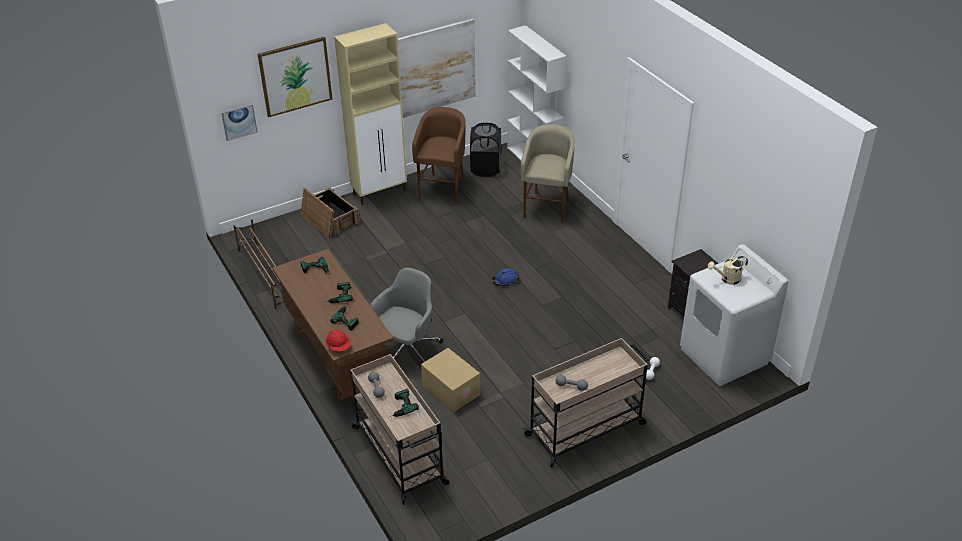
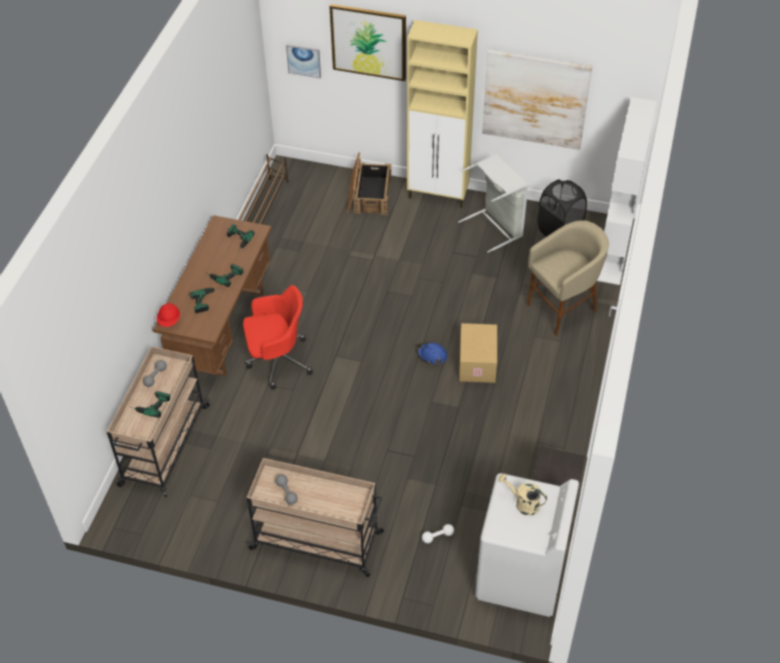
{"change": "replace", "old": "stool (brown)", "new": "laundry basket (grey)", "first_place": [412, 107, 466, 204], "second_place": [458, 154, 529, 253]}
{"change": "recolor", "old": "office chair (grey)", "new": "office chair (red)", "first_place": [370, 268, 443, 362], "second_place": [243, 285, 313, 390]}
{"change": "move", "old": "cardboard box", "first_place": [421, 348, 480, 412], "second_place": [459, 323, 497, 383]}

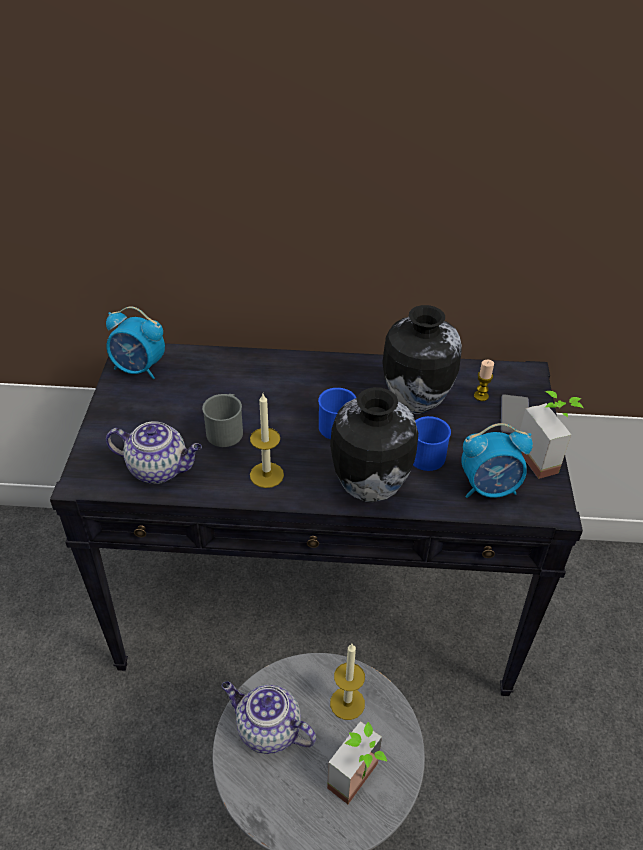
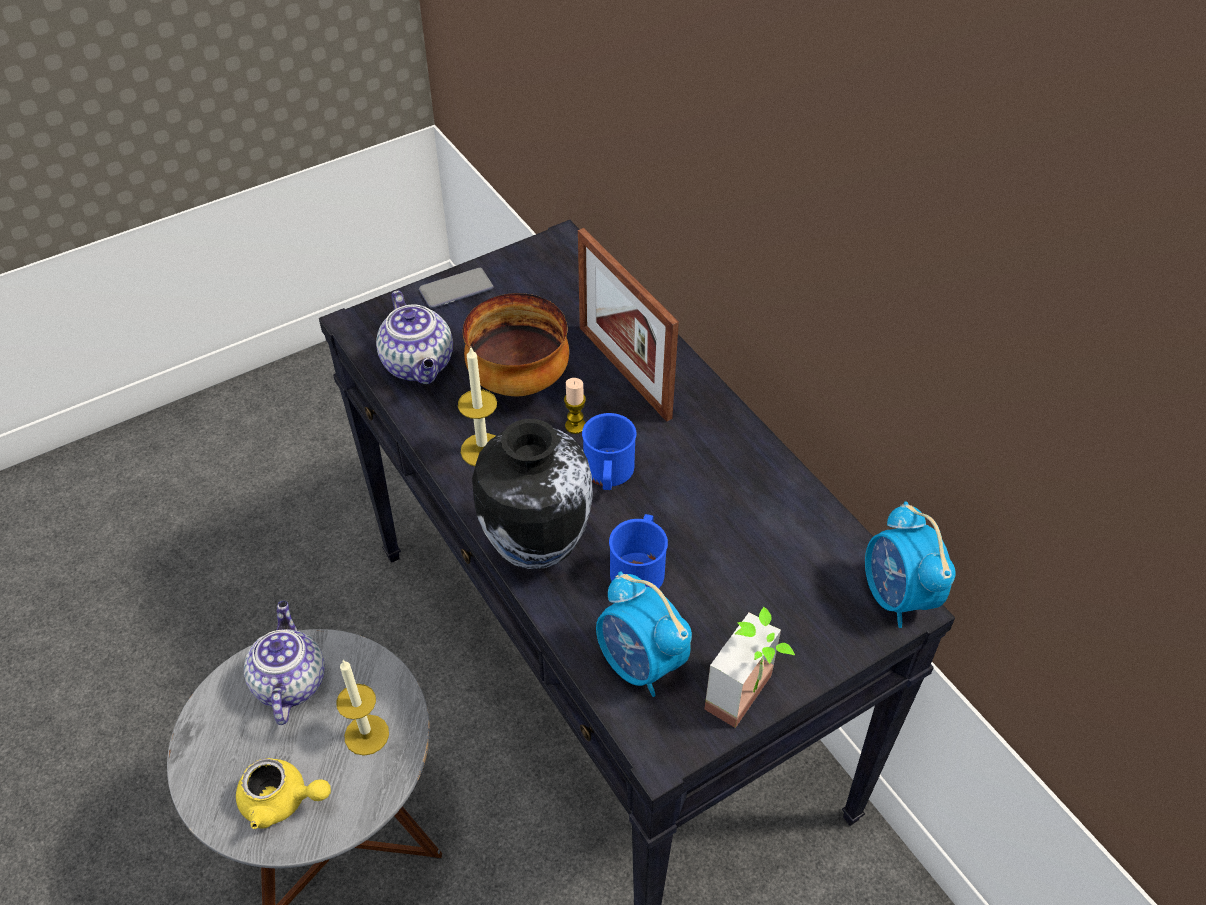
{"change": "delete", "old": "vase", "first_place": [382, 305, 462, 414]}
{"change": "move", "old": "alarm clock", "first_place": [106, 306, 165, 379], "second_place": [865, 502, 956, 628]}
{"change": "move", "old": "candle", "first_place": [474, 360, 494, 401], "second_place": [564, 378, 586, 434]}
{"change": "replace", "old": "mug (grey)", "new": "bowl", "first_place": [202, 394, 243, 447], "second_place": [463, 293, 569, 396]}
{"change": "move", "old": "phone", "first_place": [501, 394, 529, 434], "second_place": [419, 268, 494, 308]}
{"change": "replace", "old": "potted plant", "new": "teapot (yellow)", "first_place": [327, 721, 388, 804], "second_place": [236, 758, 331, 829]}
{"change": "insert", "new": "picture frame", "second_place": [578, 228, 679, 422]}

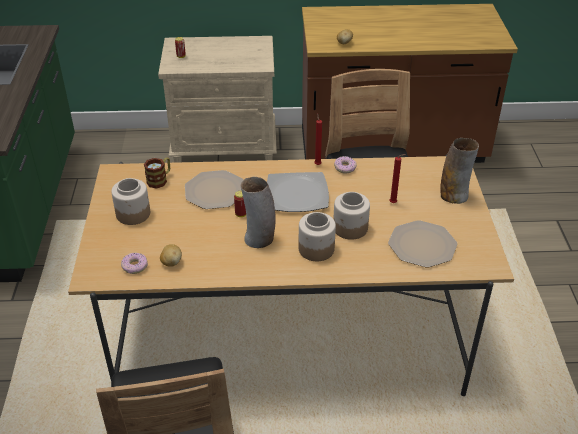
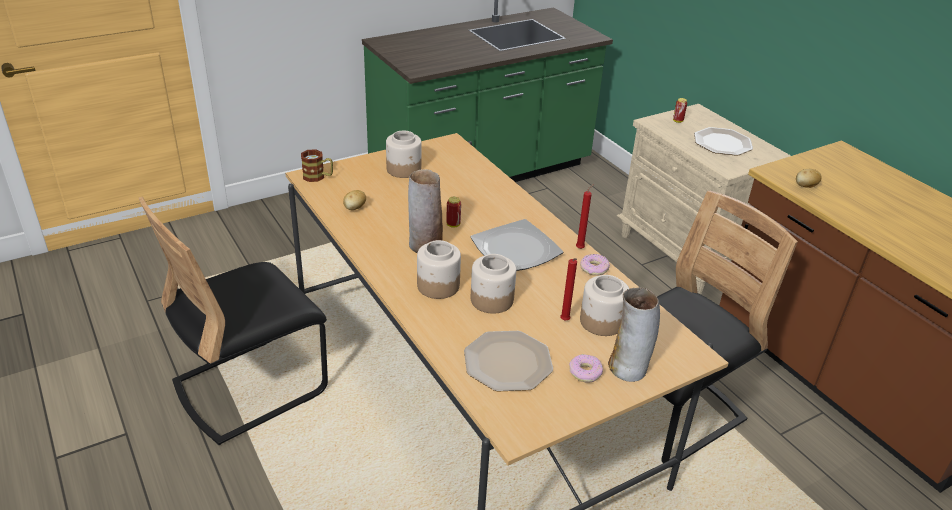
{"change": "move", "old": "mug", "first_place": [144, 157, 170, 189], "second_place": [301, 149, 333, 182]}
{"change": "move", "old": "plate", "first_place": [185, 170, 243, 209], "second_place": [694, 127, 753, 156]}
{"change": "move", "old": "donut", "first_place": [121, 253, 148, 274], "second_place": [569, 354, 603, 383]}
{"change": "insert", "new": "jar", "second_place": [580, 275, 629, 336]}

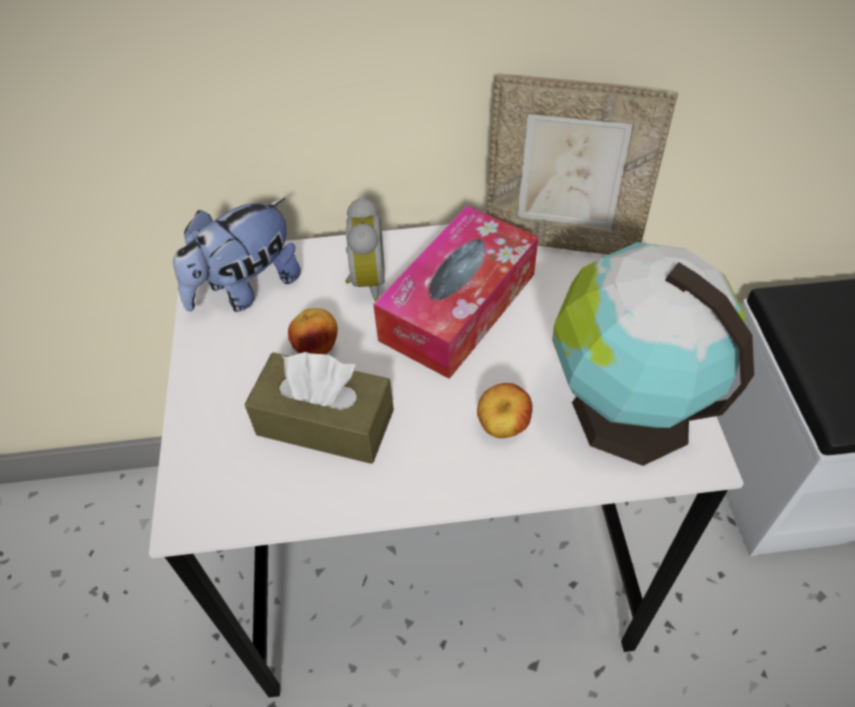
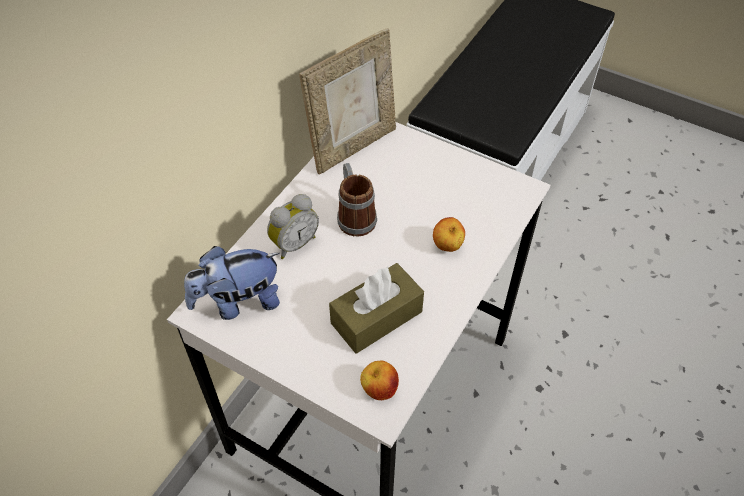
{"change": "rotate", "old": "alarm clock", "first_place": [345, 197, 385, 302], "second_place": [267, 194, 319, 259], "degrees": 105}
{"change": "rotate", "old": "plush toy", "first_place": [173, 198, 301, 312], "second_place": [184, 246, 280, 320], "degrees": 75}
{"change": "replace", "old": "tissue box", "new": "mug", "first_place": [373, 206, 538, 379], "second_place": [337, 163, 377, 237]}
{"change": "delete", "old": "globe", "first_place": [552, 242, 754, 466]}
{"change": "move", "old": "apple", "first_place": [288, 308, 338, 355], "second_place": [360, 361, 399, 400]}

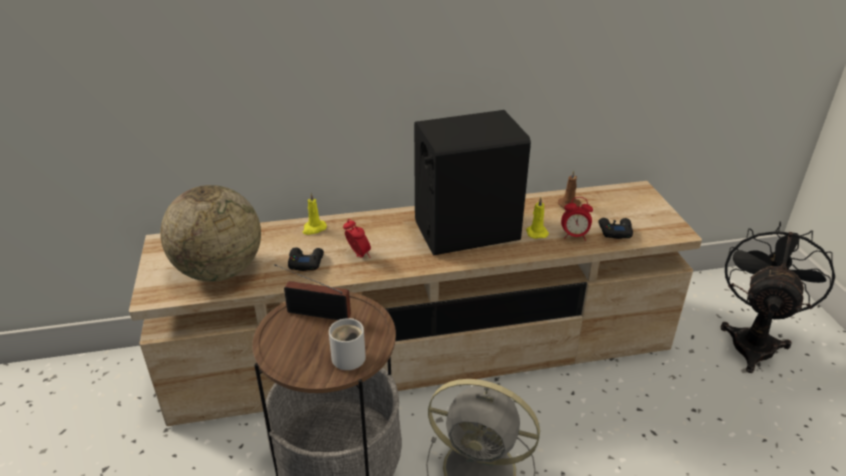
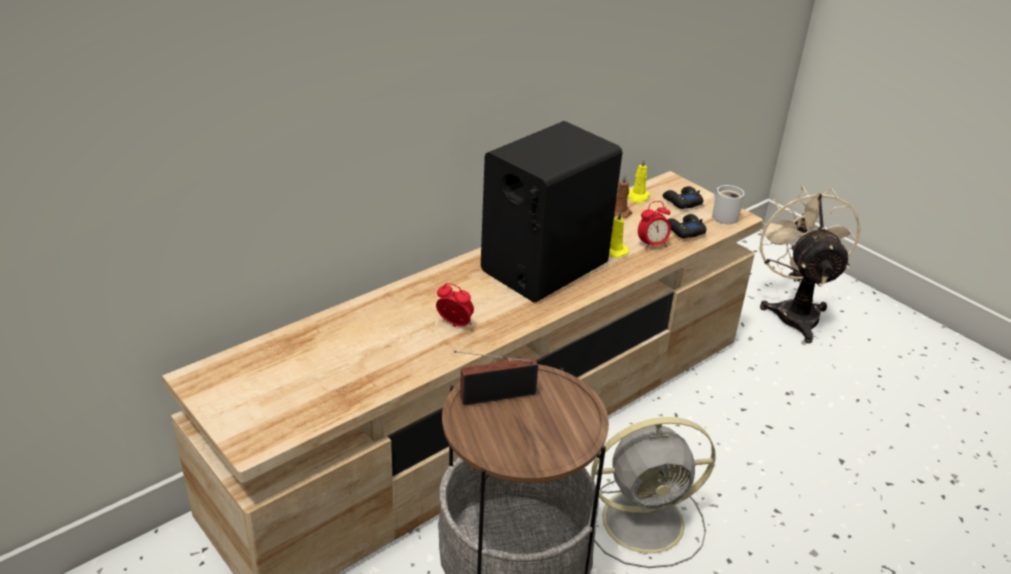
{"change": "delete", "old": "globe", "first_place": [160, 185, 261, 282]}
{"change": "move", "old": "candle (yellow)", "first_place": [302, 193, 327, 235], "second_place": [628, 158, 650, 204]}
{"change": "recolor", "old": "fan (black)", "new": "fan (beige)", "first_place": [721, 221, 835, 373], "second_place": [758, 186, 861, 343]}
{"change": "move", "old": "game controller (black)", "first_place": [288, 247, 324, 271], "second_place": [663, 186, 703, 209]}
{"change": "move", "old": "mug (white)", "first_place": [329, 318, 366, 370], "second_place": [712, 185, 744, 224]}

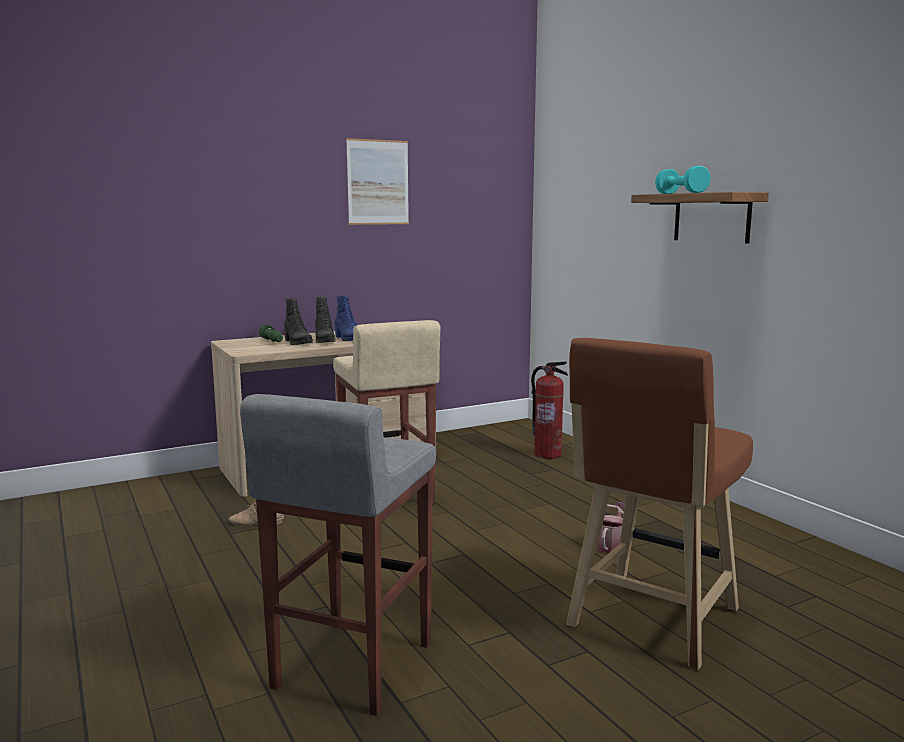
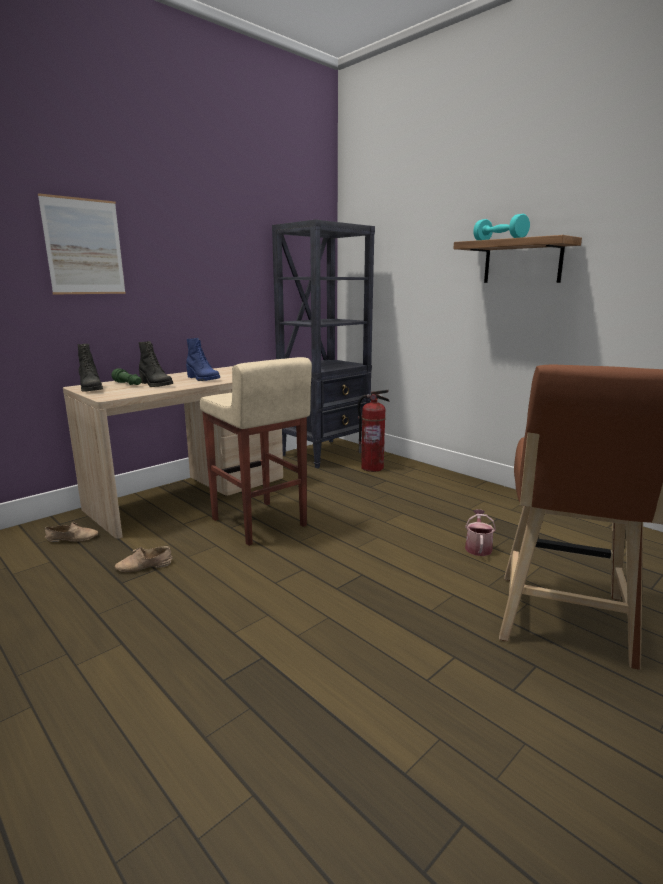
{"change": "move", "old": "picture", "first_place": [346, 138, 409, 225], "second_place": [38, 193, 126, 295]}
{"change": "move", "old": "boot (black)", "first_place": [315, 297, 335, 343], "second_place": [77, 344, 103, 392]}
{"change": "delete", "old": "stool (grey)", "first_place": [240, 394, 436, 716]}
{"change": "insert", "new": "bookcase (black)", "second_place": [272, 220, 375, 468]}
{"change": "insert", "new": "shoe (beige)", "second_place": [45, 522, 98, 542]}

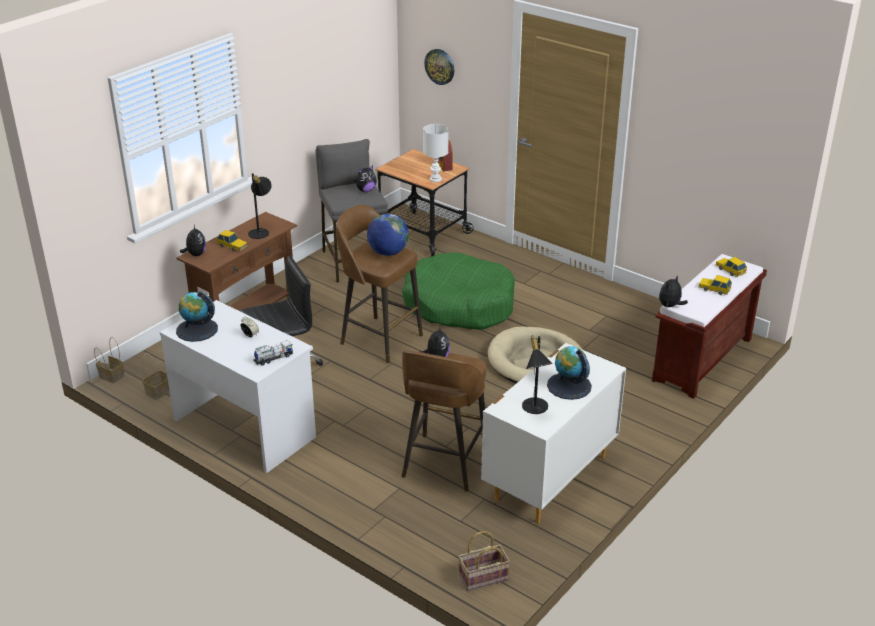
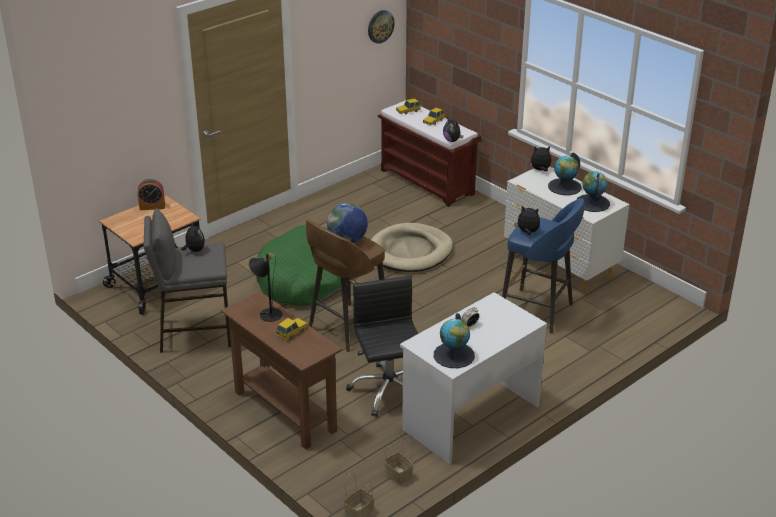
{"change": "move", "old": "wall clock", "first_place": [424, 49, 454, 85], "second_place": [368, 10, 395, 44]}
{"change": "delete", "old": "table lamp (white)", "first_place": [423, 124, 449, 182]}
{"change": "move", "old": "plush toy", "first_place": [180, 225, 206, 256], "second_place": [530, 146, 552, 171]}
{"change": "replace", "old": "table lamp (black)", "new": "globe", "first_place": [522, 336, 553, 414], "second_place": [576, 171, 610, 212]}
{"change": "delete", "old": "toy truck", "first_place": [253, 340, 293, 366]}
{"change": "recolor", "old": "stool (brown)", "new": "stool (blue)", "first_place": [401, 350, 486, 492], "second_place": [502, 198, 584, 334]}
{"change": "delete", "old": "basket", "first_place": [458, 531, 510, 591]}

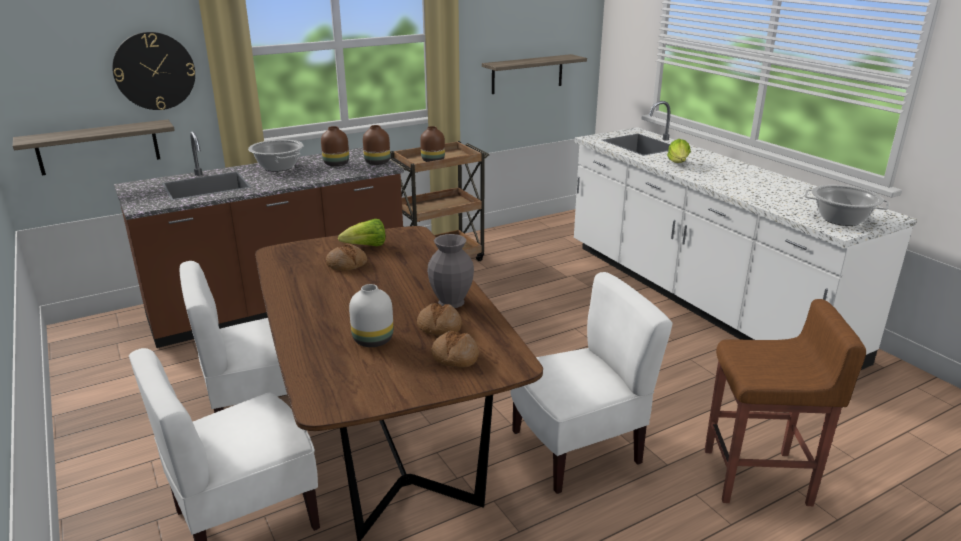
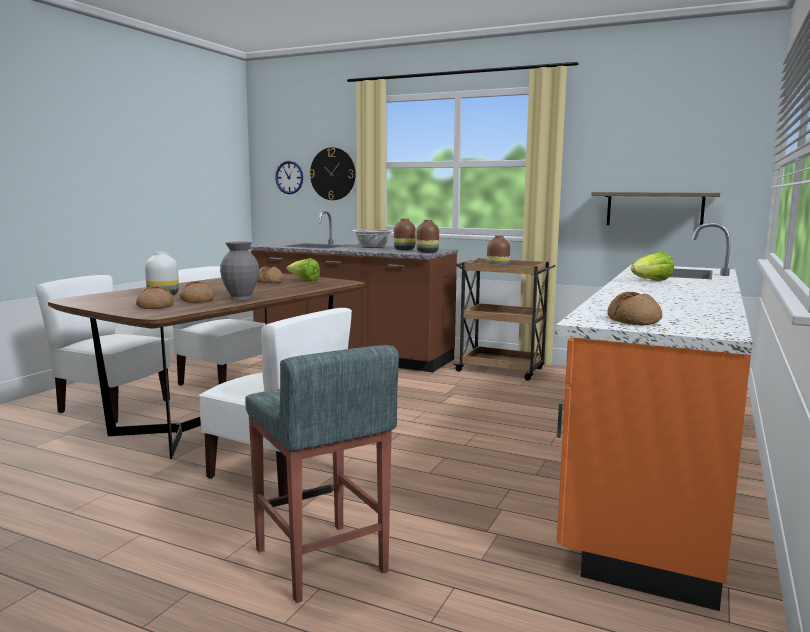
{"change": "recolor", "old": "counter (white)", "new": "counter (orange)", "first_place": [574, 101, 917, 370], "second_place": [555, 223, 752, 611]}
{"change": "delete", "old": "shelf", "first_place": [13, 119, 175, 175]}
{"change": "replace", "old": "cooking pot", "new": "bread", "first_place": [804, 185, 889, 226], "second_place": [607, 292, 662, 325]}
{"change": "recolor", "old": "stool (brown)", "new": "stool (grey)", "first_place": [705, 299, 866, 506], "second_place": [245, 345, 399, 603]}
{"change": "insert", "new": "wall clock", "second_place": [275, 161, 303, 194]}

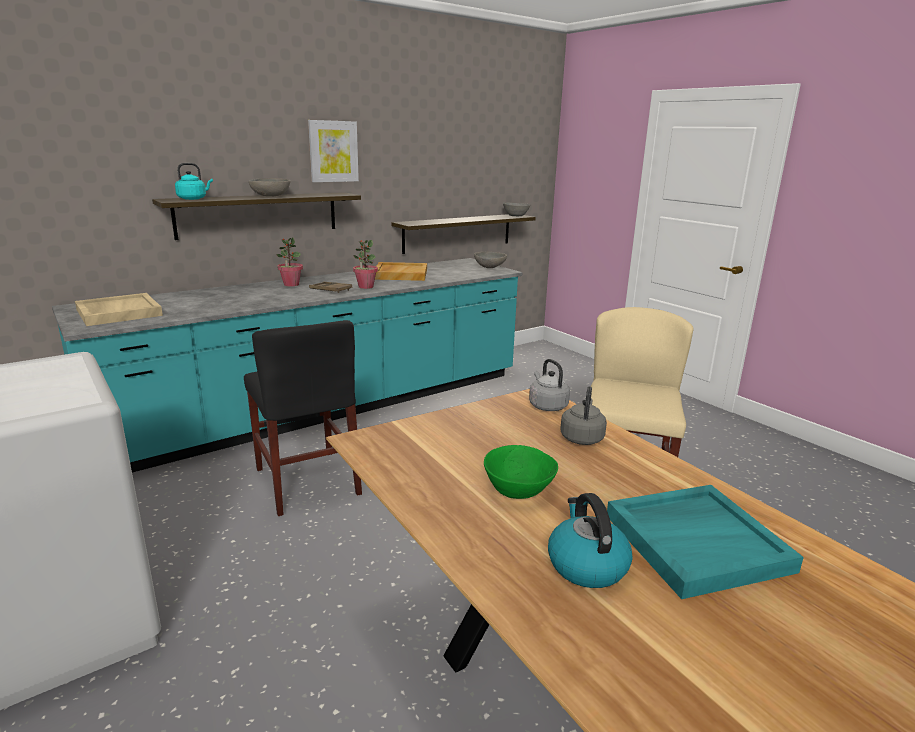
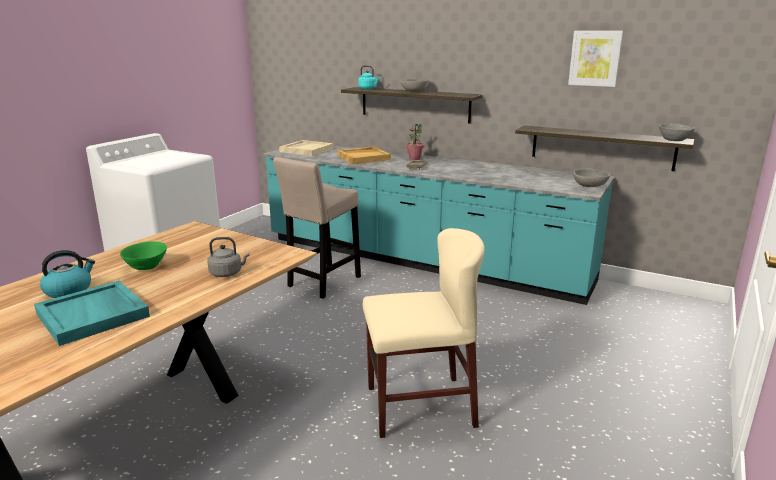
{"change": "move", "old": "picture", "first_place": [308, 120, 359, 182], "second_place": [568, 31, 623, 87]}
{"change": "delete", "old": "potted plant", "first_place": [353, 240, 378, 289]}
{"change": "move", "old": "tray (beige)", "first_place": [375, 262, 427, 281], "second_place": [337, 147, 391, 164]}
{"change": "replace", "old": "chair (black)", "new": "stool (beige)", "first_place": [244, 320, 362, 516], "second_place": [273, 157, 361, 299]}
{"change": "delete", "old": "kettle (grey)", "first_place": [529, 359, 570, 411]}

